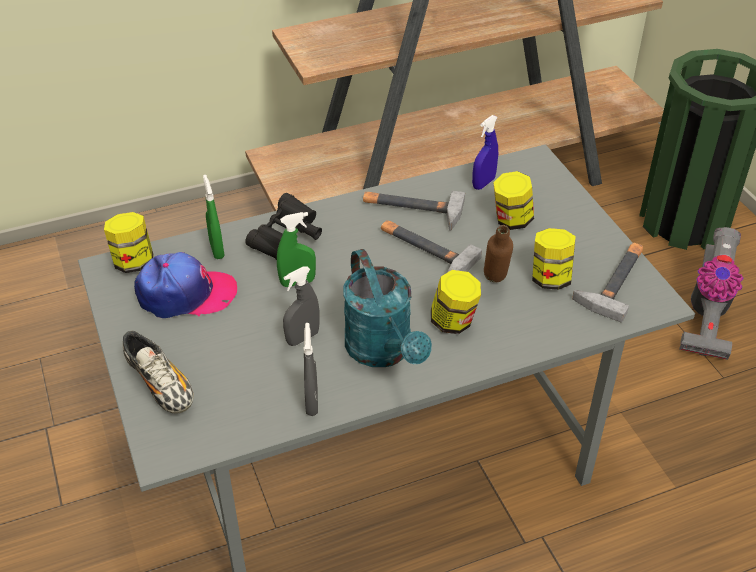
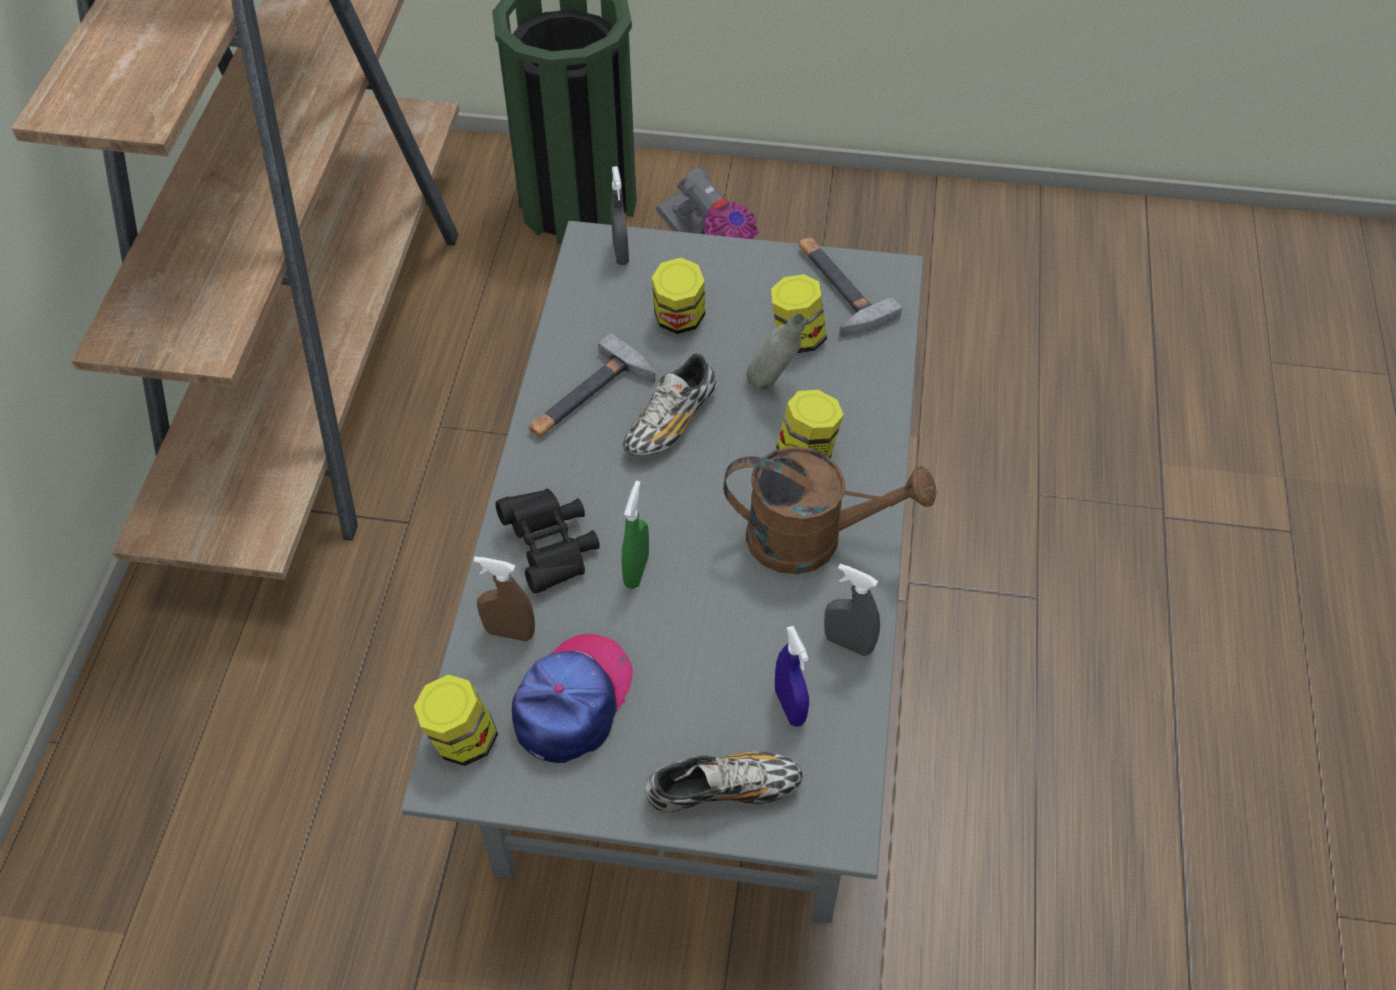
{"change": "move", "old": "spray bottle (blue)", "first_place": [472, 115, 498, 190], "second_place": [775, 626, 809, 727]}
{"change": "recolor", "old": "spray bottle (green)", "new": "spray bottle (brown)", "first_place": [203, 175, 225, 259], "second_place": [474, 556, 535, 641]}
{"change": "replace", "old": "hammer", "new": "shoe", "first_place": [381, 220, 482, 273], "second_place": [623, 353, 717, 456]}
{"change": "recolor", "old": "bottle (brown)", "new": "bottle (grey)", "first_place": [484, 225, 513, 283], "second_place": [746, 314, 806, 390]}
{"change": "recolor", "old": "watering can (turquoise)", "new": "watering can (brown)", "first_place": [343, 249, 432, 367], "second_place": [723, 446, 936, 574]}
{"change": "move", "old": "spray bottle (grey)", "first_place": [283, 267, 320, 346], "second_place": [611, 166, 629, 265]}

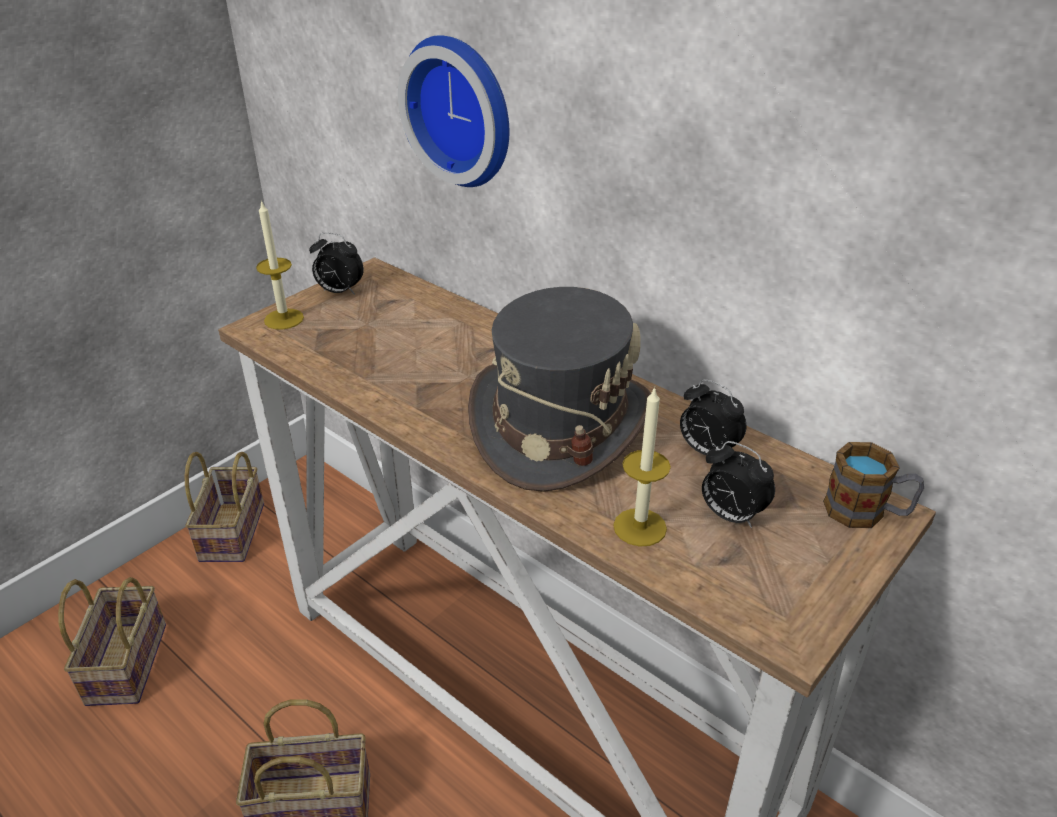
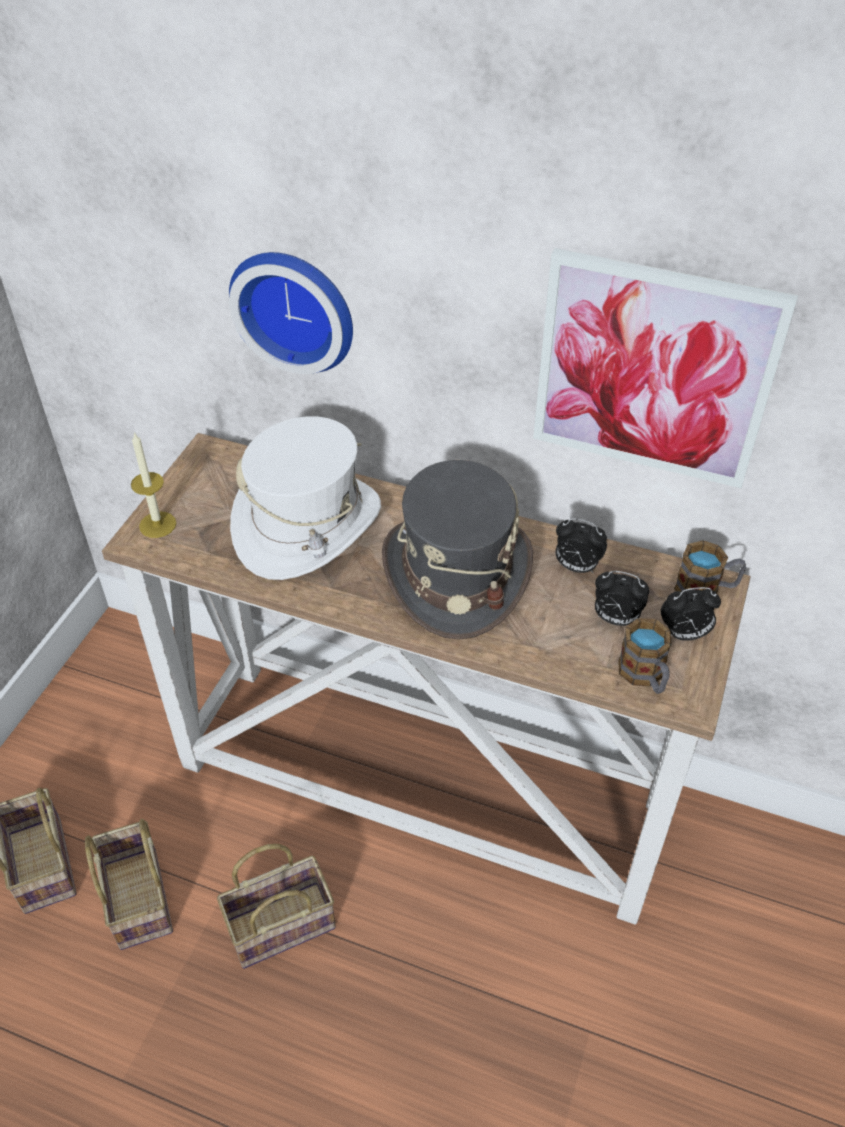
{"change": "move", "old": "alarm clock", "first_place": [309, 233, 364, 295], "second_place": [661, 587, 721, 641]}
{"change": "delete", "old": "candle", "first_place": [613, 387, 671, 547]}
{"change": "move", "old": "basket", "first_place": [185, 452, 264, 562], "second_place": [85, 819, 173, 950]}
{"change": "insert", "new": "picture", "second_place": [533, 248, 798, 488]}
{"change": "insert", "new": "hat (white)", "second_place": [230, 416, 381, 580]}
{"change": "insert", "new": "mug", "second_place": [618, 618, 672, 694]}

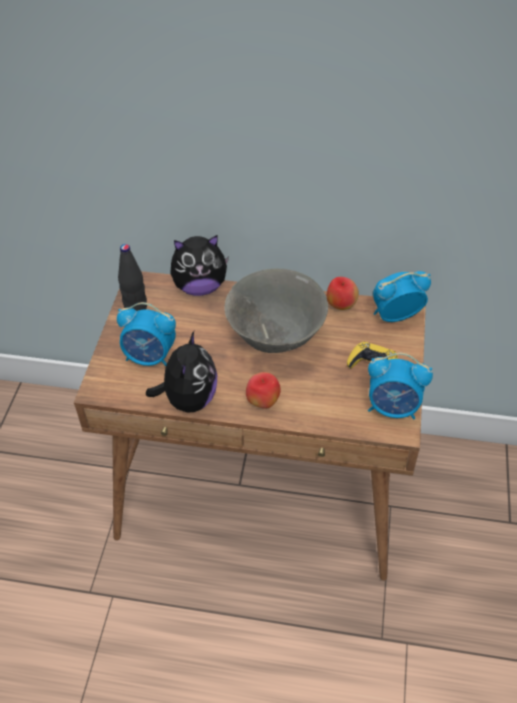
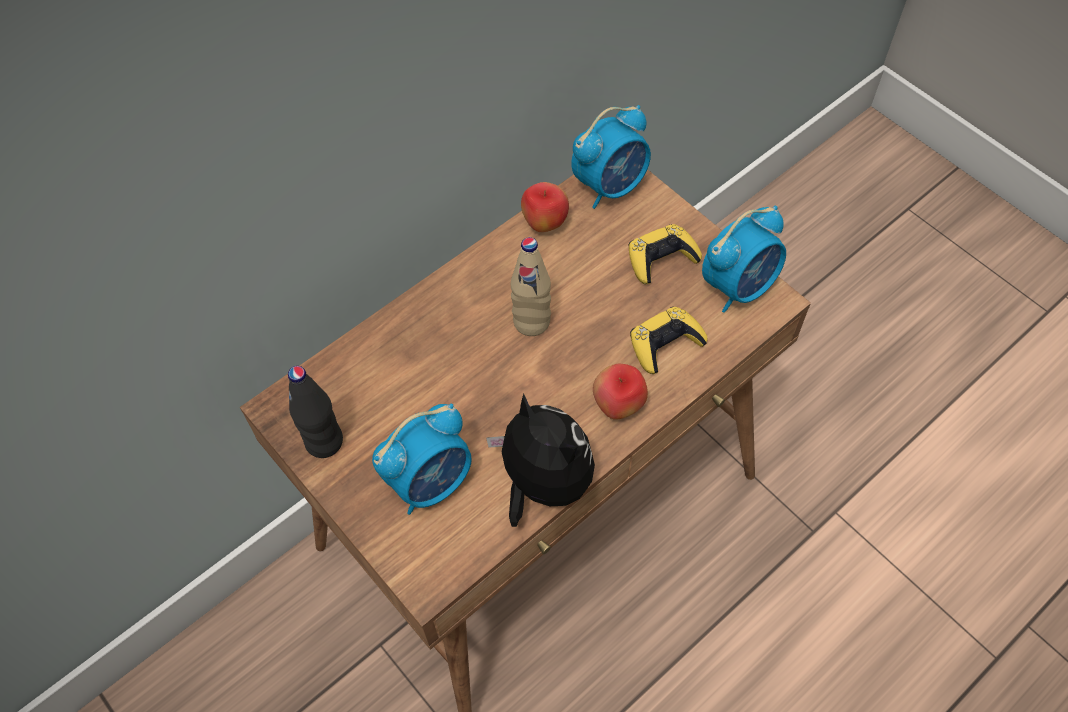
{"change": "delete", "old": "plush toy", "first_place": [170, 235, 229, 296]}
{"change": "replace", "old": "bowl (grey)", "new": "bottle (beige)", "first_place": [224, 269, 328, 353], "second_place": [511, 237, 551, 336]}
{"change": "rotate", "old": "alarm clock", "first_place": [373, 271, 431, 322], "second_place": [571, 105, 651, 209], "degrees": -150}
{"change": "insert", "new": "game controller (yellow)", "second_place": [630, 307, 708, 374]}

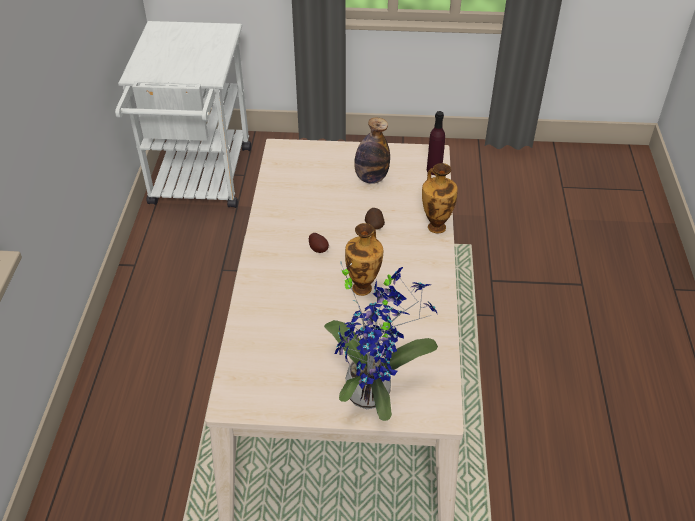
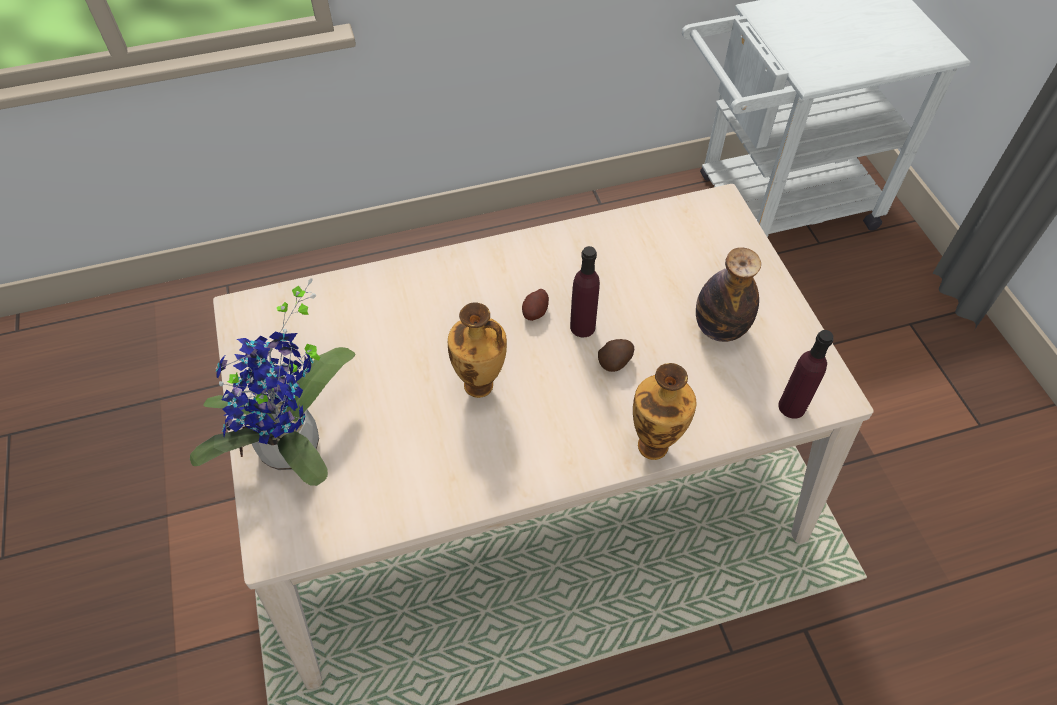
{"change": "insert", "new": "bottle (purple)", "second_place": [570, 246, 600, 337]}

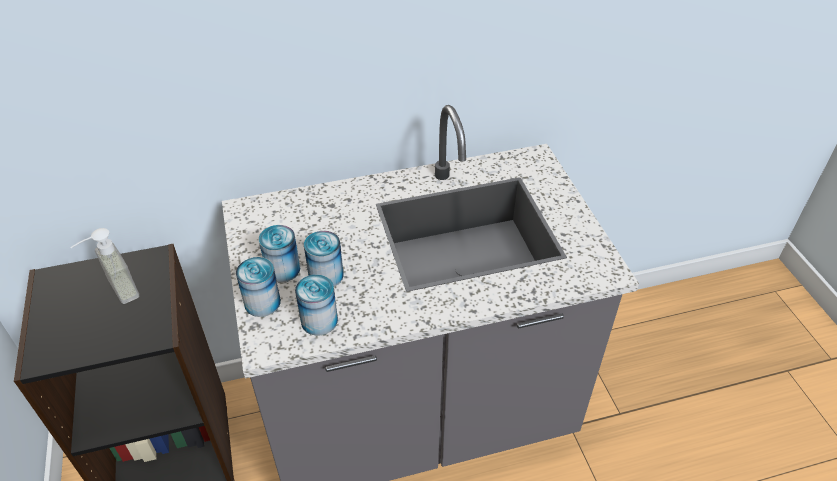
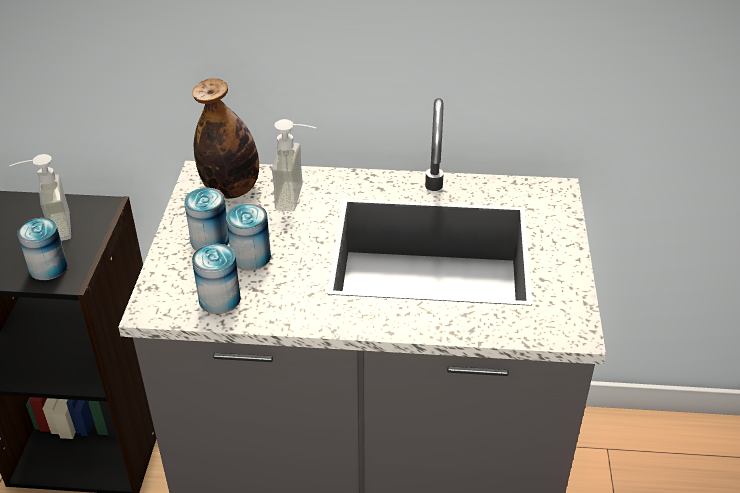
{"change": "move", "old": "can", "first_place": [236, 257, 281, 317], "second_place": [17, 218, 67, 280]}
{"change": "insert", "new": "bottle", "second_place": [192, 78, 259, 199]}
{"change": "insert", "new": "soap dispenser", "second_place": [272, 119, 317, 212]}

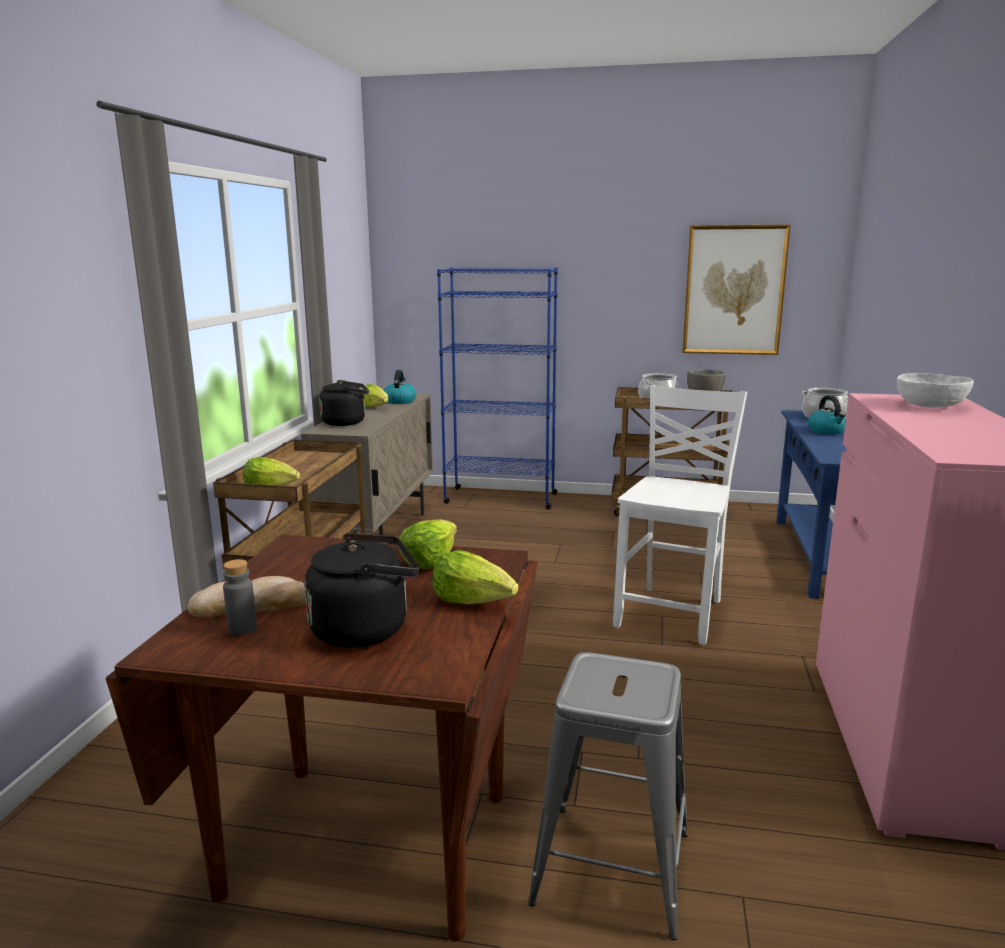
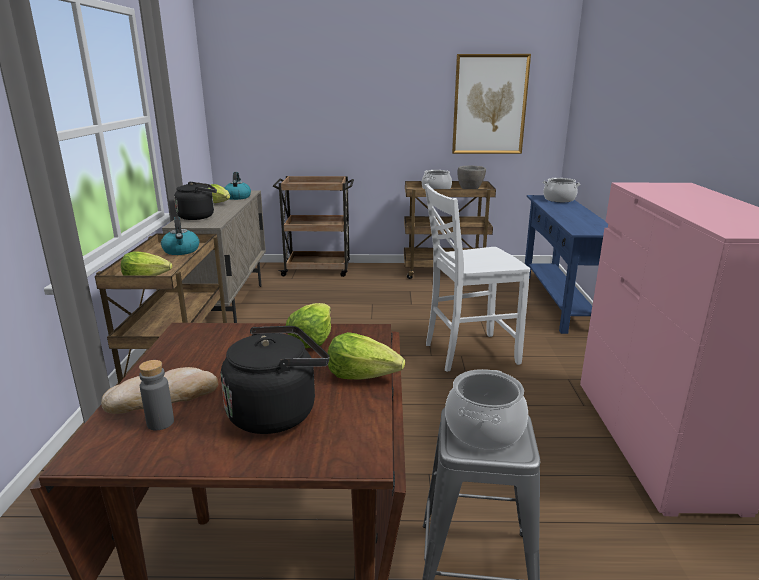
{"change": "replace", "old": "bookcase (blue)", "new": "cart (brown)", "first_place": [437, 267, 558, 510], "second_place": [273, 176, 354, 277]}
{"change": "delete", "old": "bowl (white)", "first_place": [897, 373, 974, 407]}
{"change": "rotate", "old": "chair (white)", "first_place": [613, 385, 747, 645], "second_place": [424, 184, 530, 372], "degrees": -120}
{"change": "move", "old": "kettle", "first_place": [808, 395, 846, 434], "second_place": [161, 216, 199, 255]}
{"change": "insert", "new": "cooking pot", "second_place": [445, 369, 528, 450]}

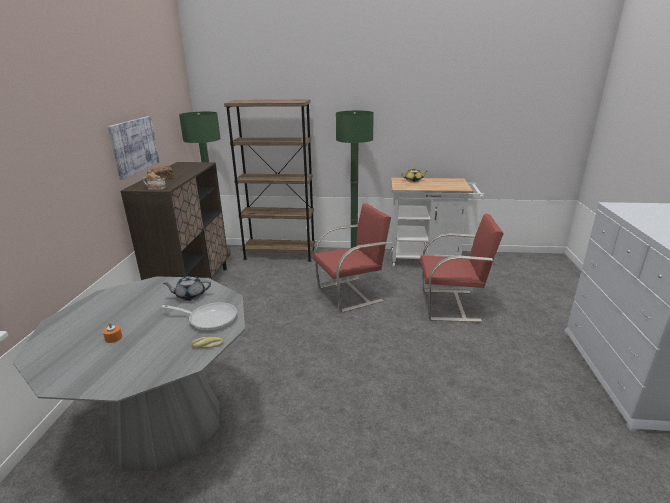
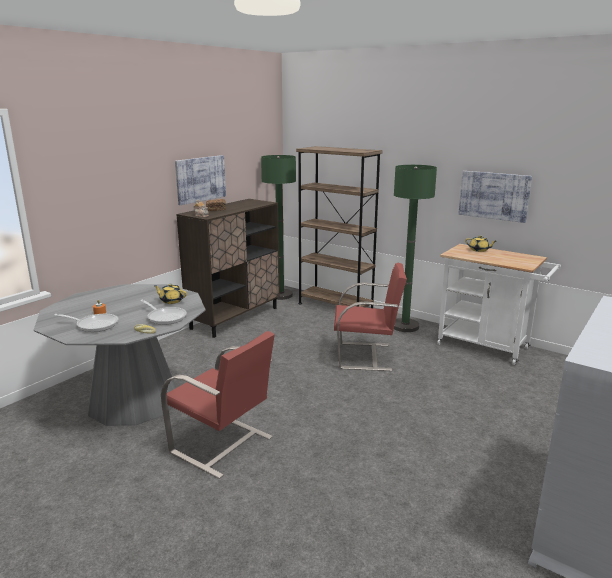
{"change": "move", "old": "chair (red)", "first_place": [420, 214, 504, 322], "second_place": [161, 331, 275, 479]}
{"change": "recolor", "old": "teapot (grey)", "new": "teapot (yellow)", "first_place": [163, 276, 211, 301], "second_place": [154, 284, 187, 304]}
{"change": "insert", "new": "picture", "second_place": [458, 171, 532, 223]}
{"change": "insert", "new": "frying pan", "second_place": [54, 314, 119, 332]}

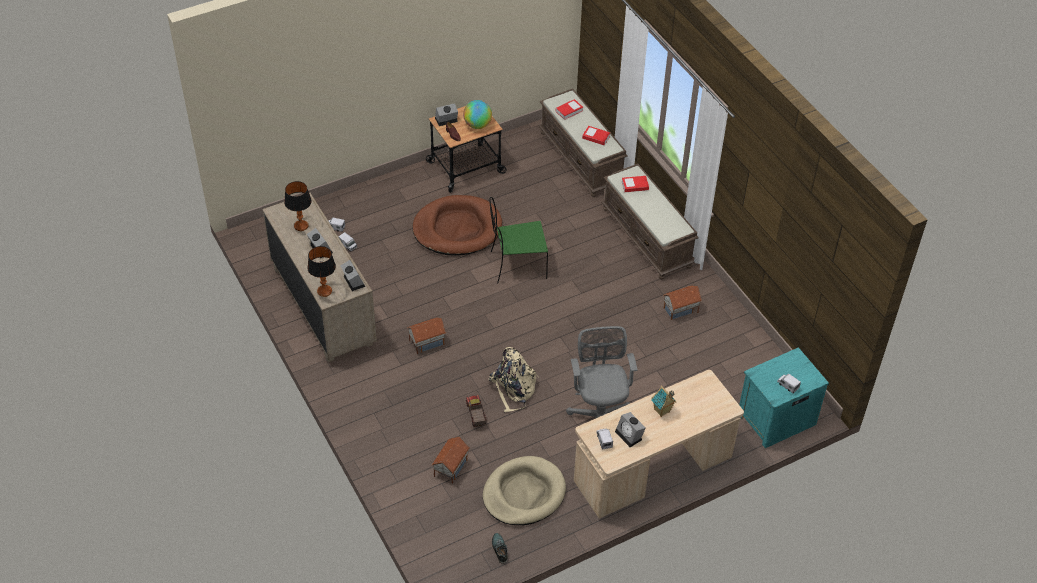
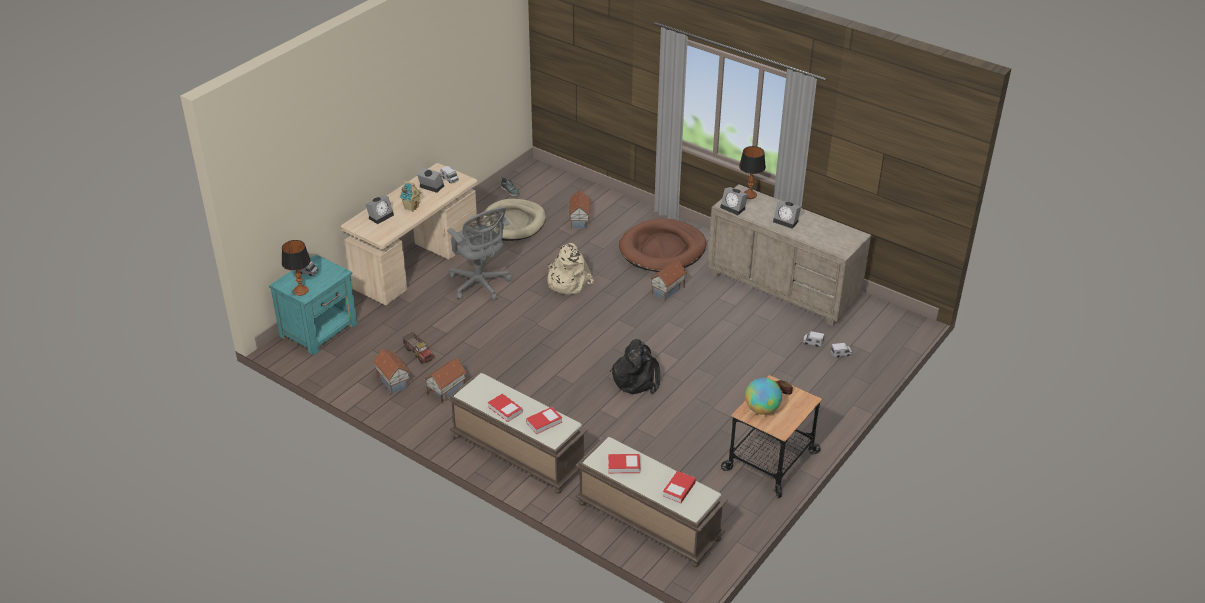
{"change": "move", "old": "alarm clock", "first_place": [435, 103, 458, 126], "second_place": [365, 195, 394, 224]}
{"change": "move", "old": "table lamp", "first_place": [284, 181, 312, 231], "second_place": [282, 240, 311, 296]}
{"change": "move", "old": "dog bed (brown)", "first_place": [412, 195, 502, 256], "second_place": [619, 219, 707, 272]}
{"change": "replace", "old": "chair (green)", "new": "backpack (black)", "first_place": [490, 197, 548, 283], "second_place": [609, 339, 660, 394]}
{"change": "move", "old": "toy truck", "first_place": [466, 395, 487, 427], "second_place": [403, 332, 434, 364]}
{"change": "insert", "new": "toy house", "second_place": [373, 348, 411, 395]}
{"change": "insert", "new": "book", "second_place": [488, 394, 523, 422]}

